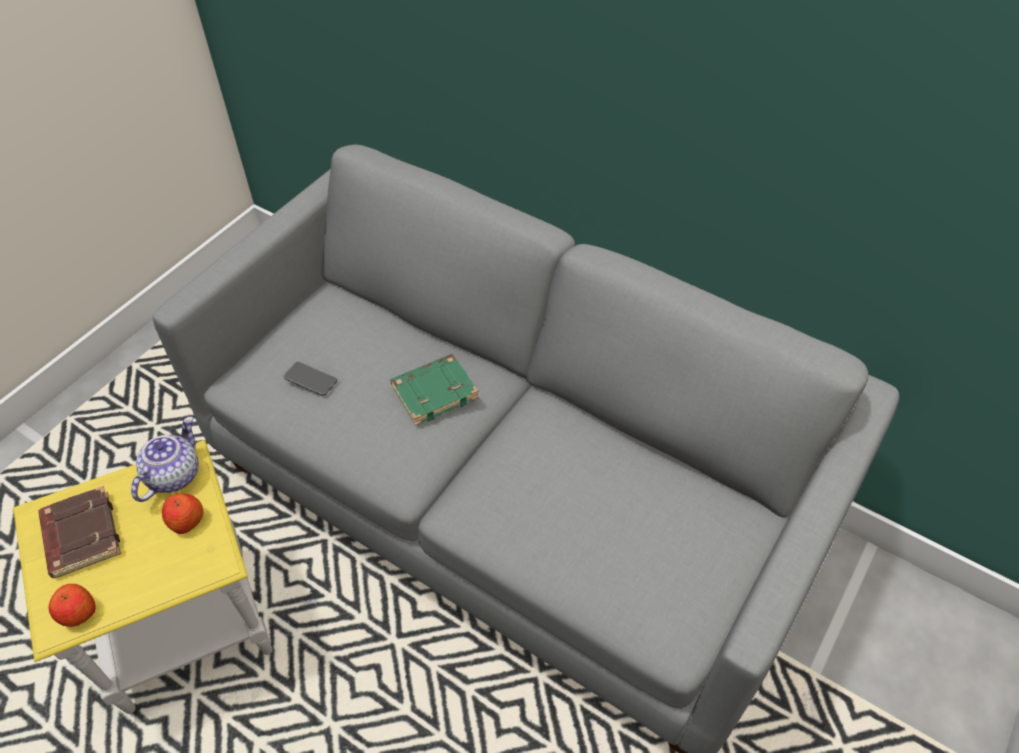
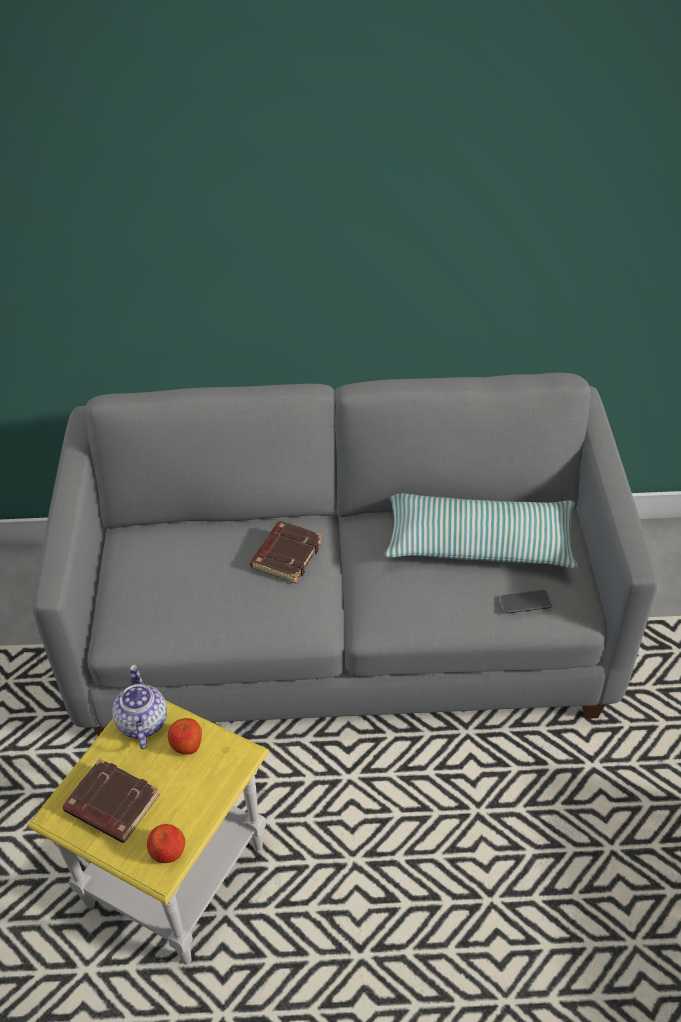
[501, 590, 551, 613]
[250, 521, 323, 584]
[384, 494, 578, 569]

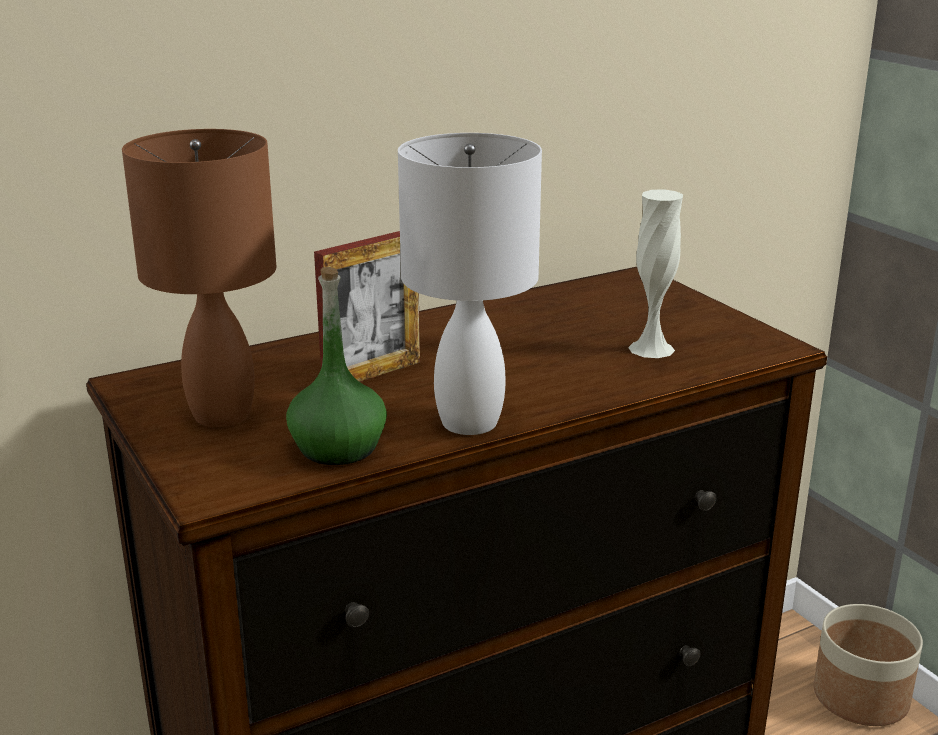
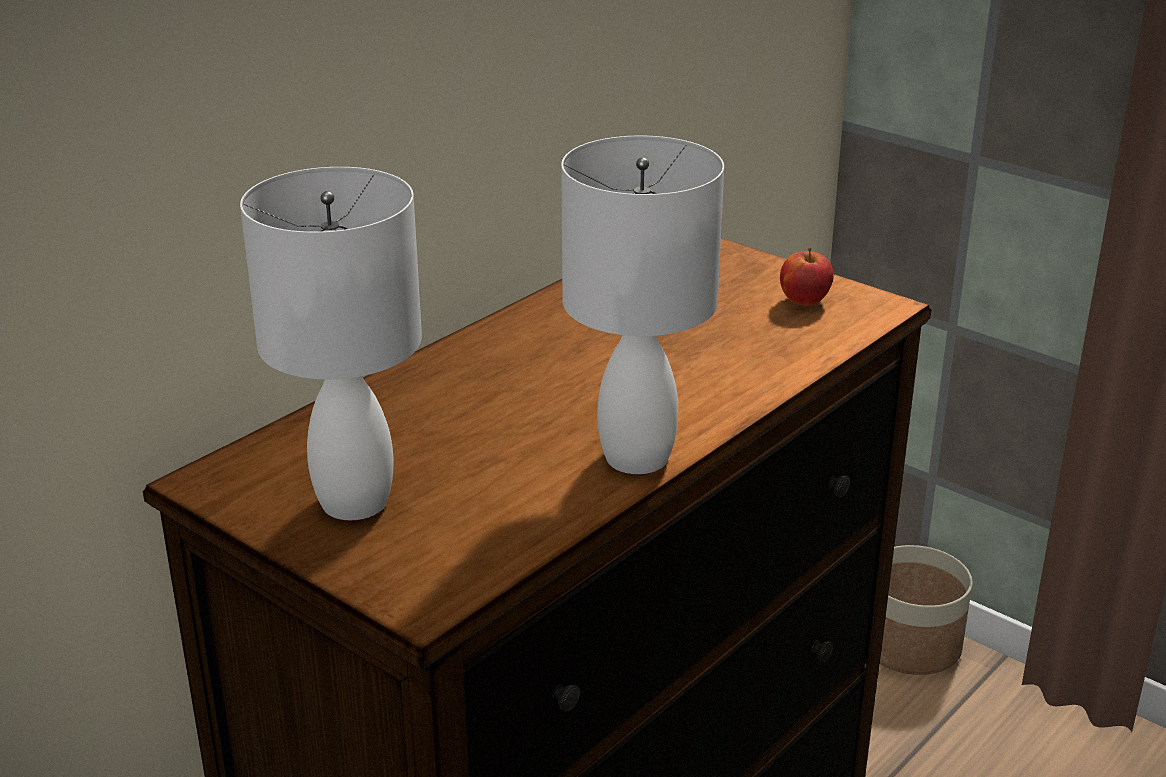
[240, 167, 422, 520]
[286, 267, 387, 465] (first image)
[314, 231, 420, 382] (first image)
[628, 189, 683, 358] (first image)
[780, 248, 834, 306]

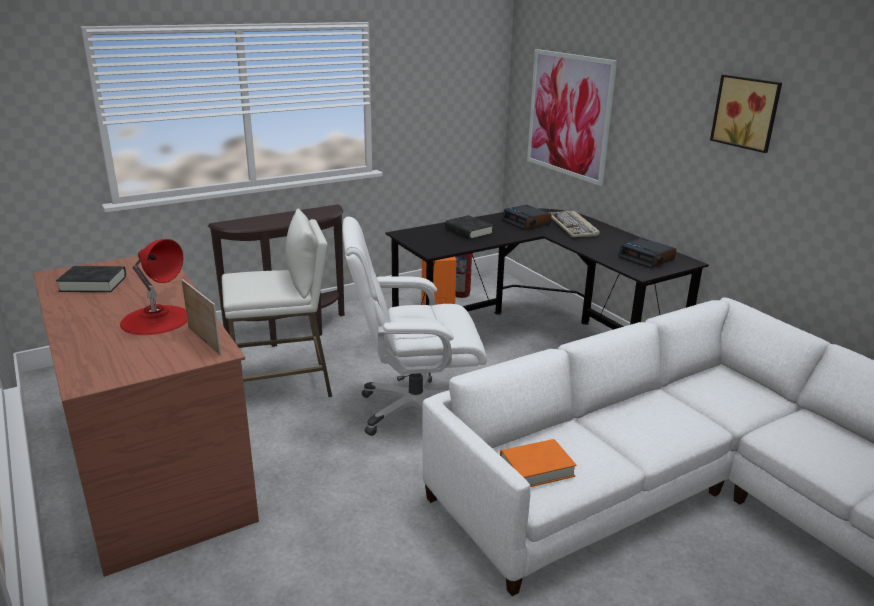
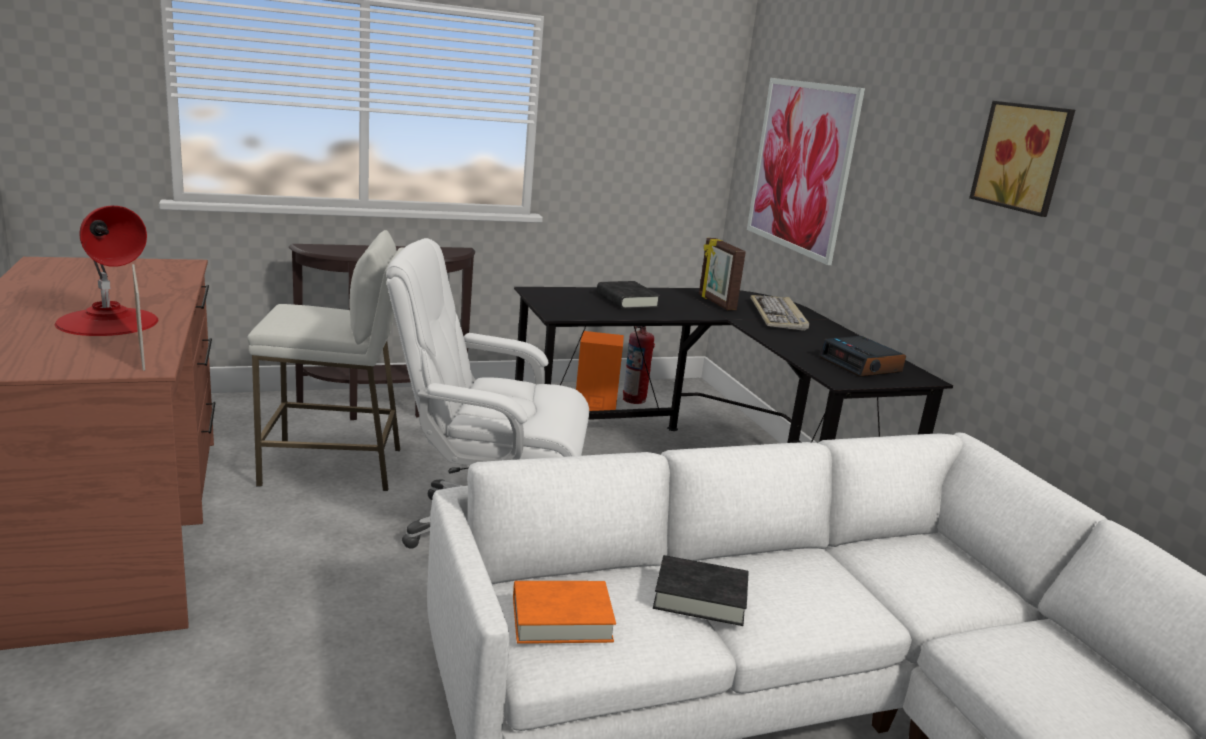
[653, 555, 749, 626]
[699, 238, 746, 310]

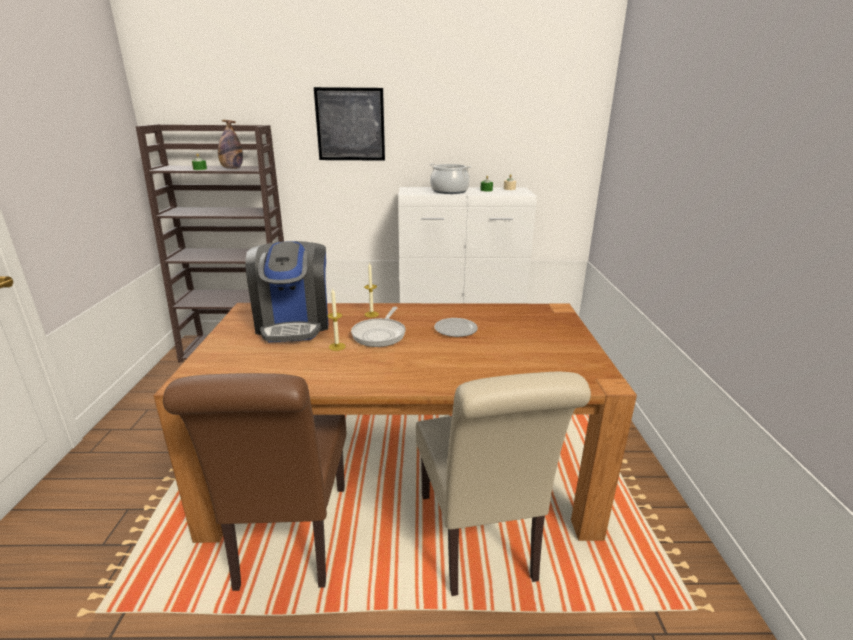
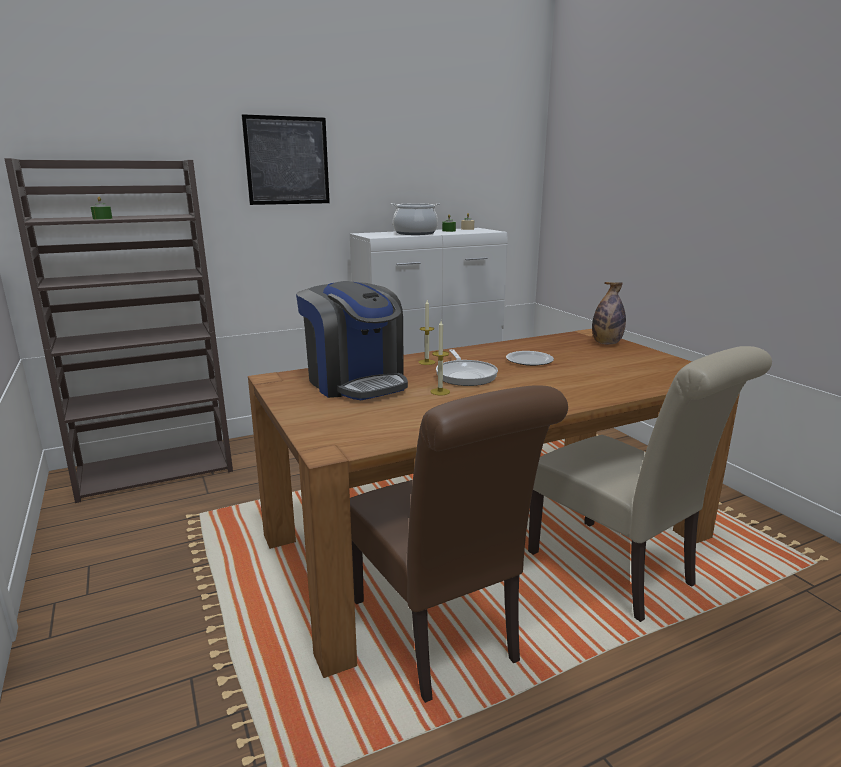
[592, 282, 626, 344]

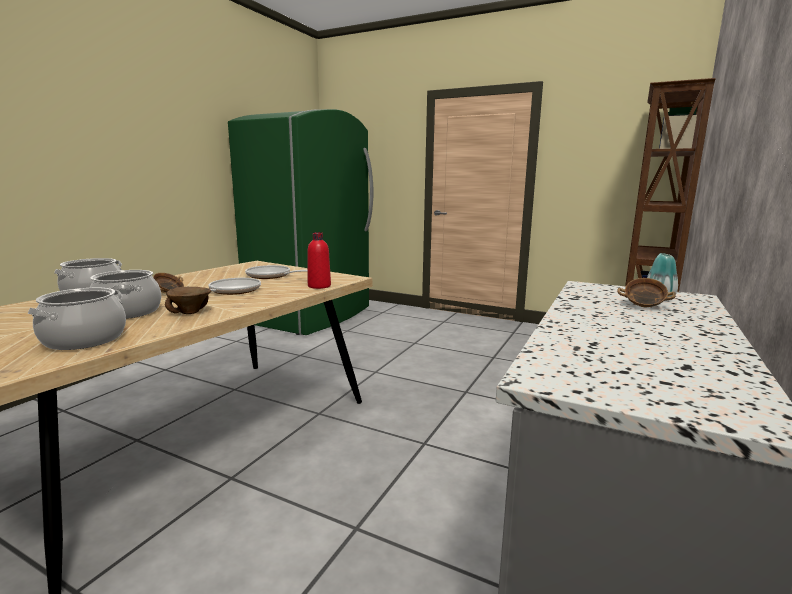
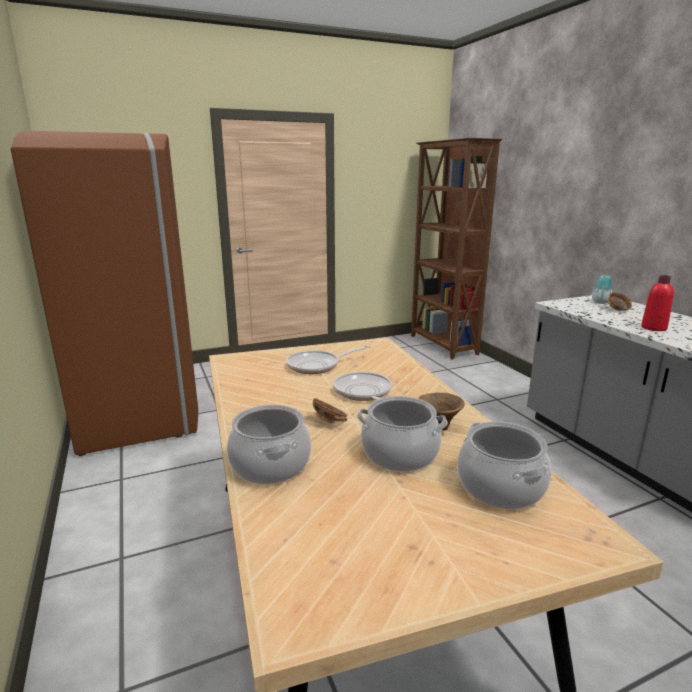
[11, 130, 198, 456]
[641, 275, 674, 331]

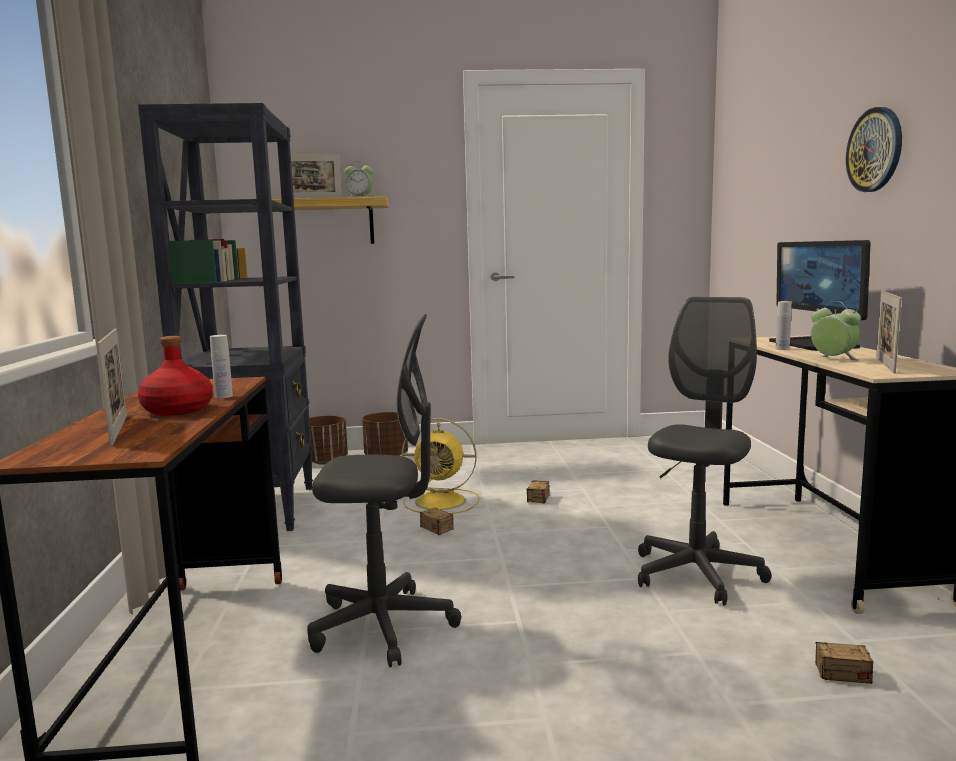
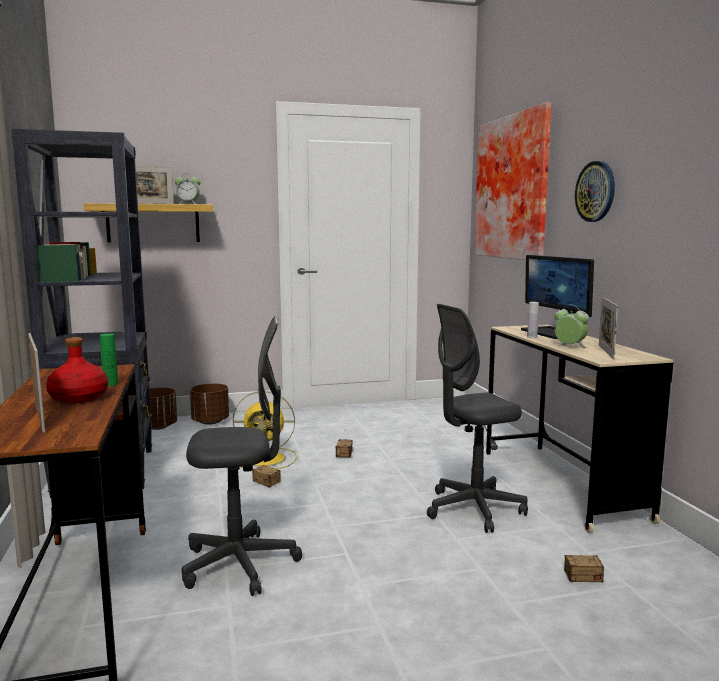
[100, 334, 118, 386]
[427, 304, 528, 533]
[474, 102, 552, 260]

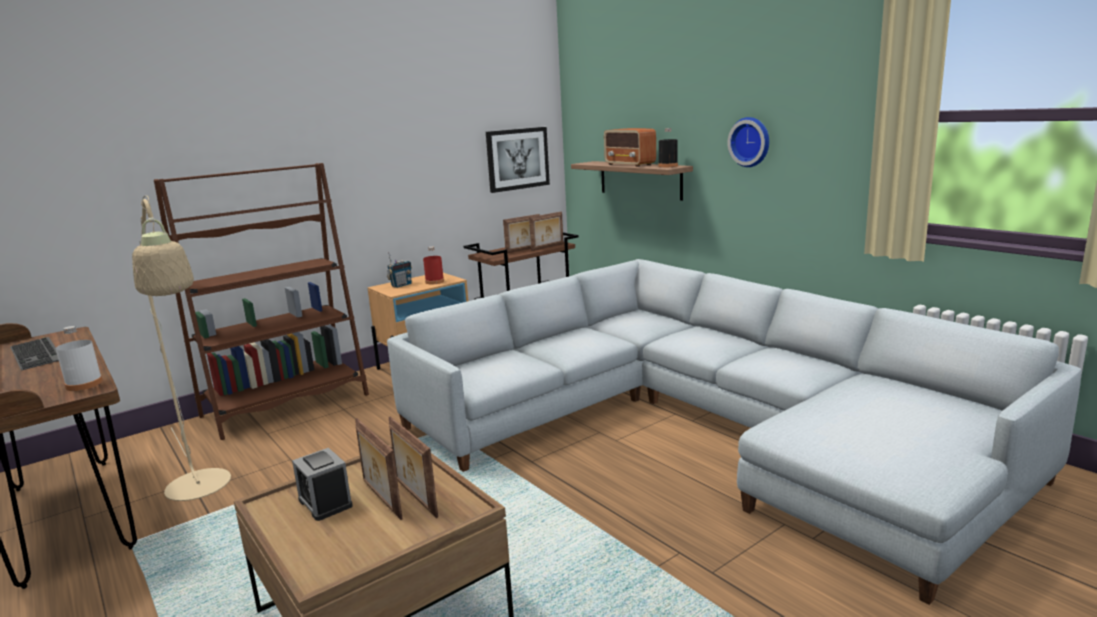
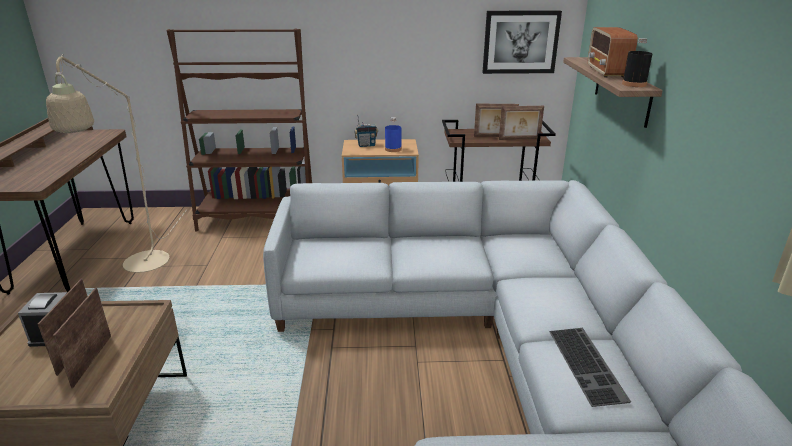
[549, 328, 631, 407]
[56, 326, 103, 391] (first image)
[385, 117, 402, 152]
[727, 117, 769, 167] (first image)

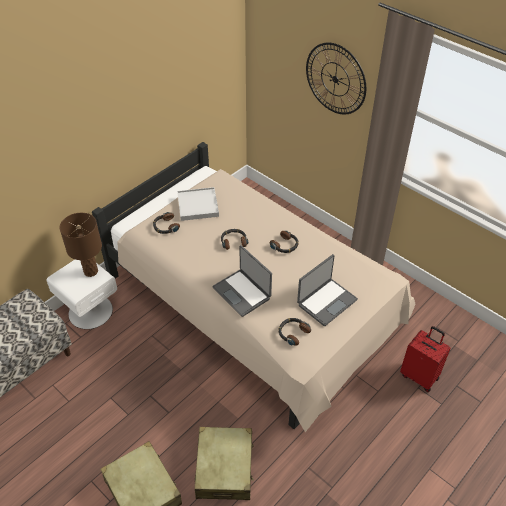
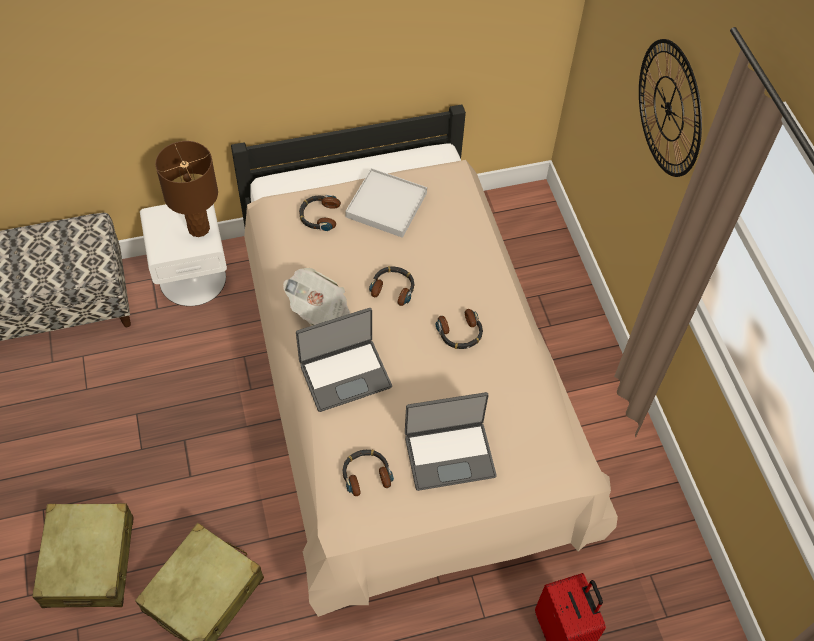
[296, 308, 392, 412]
[283, 268, 350, 326]

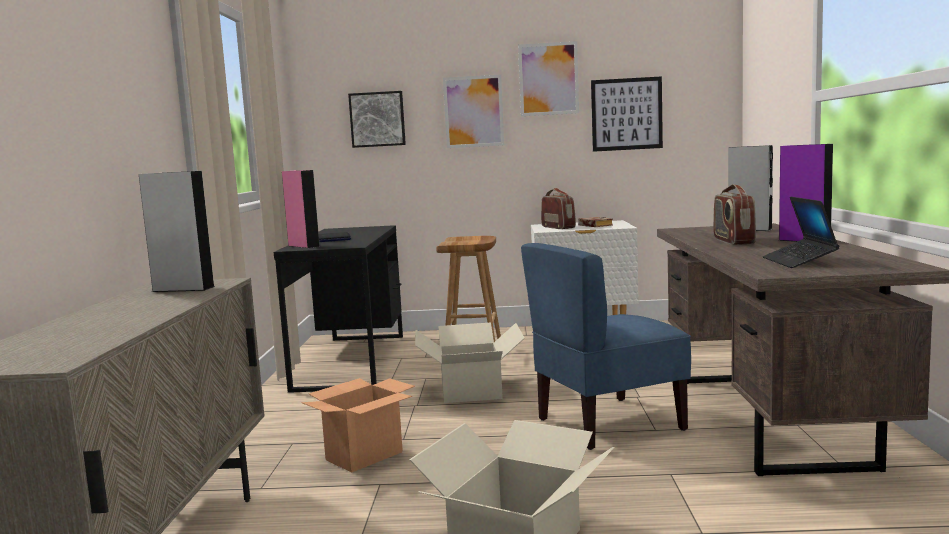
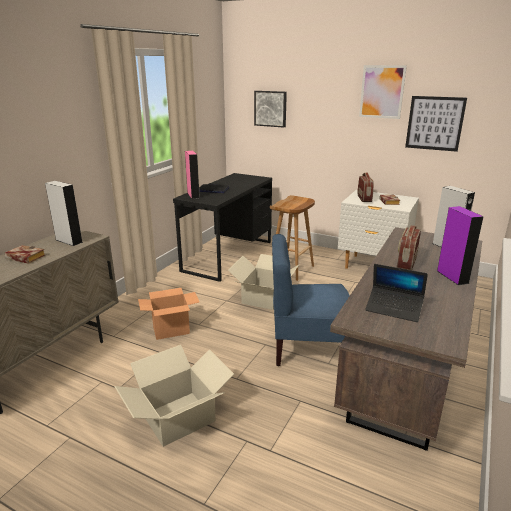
[443, 74, 504, 148] (first image)
[365, 264, 428, 322]
[5, 245, 45, 264]

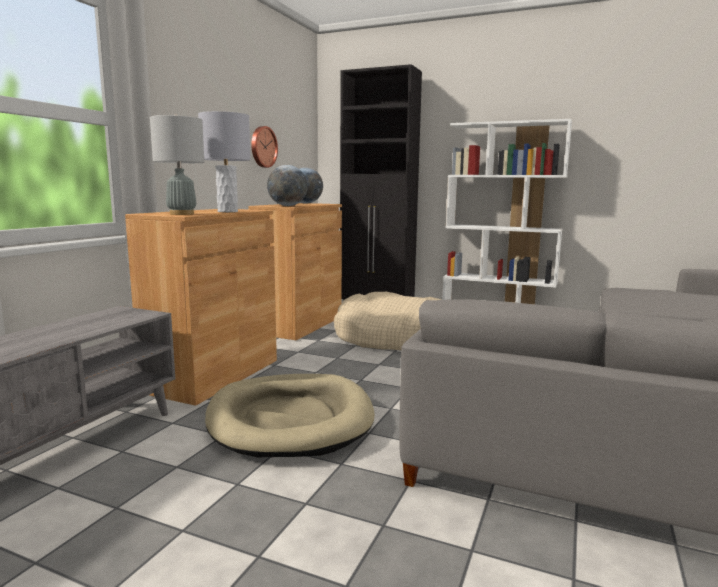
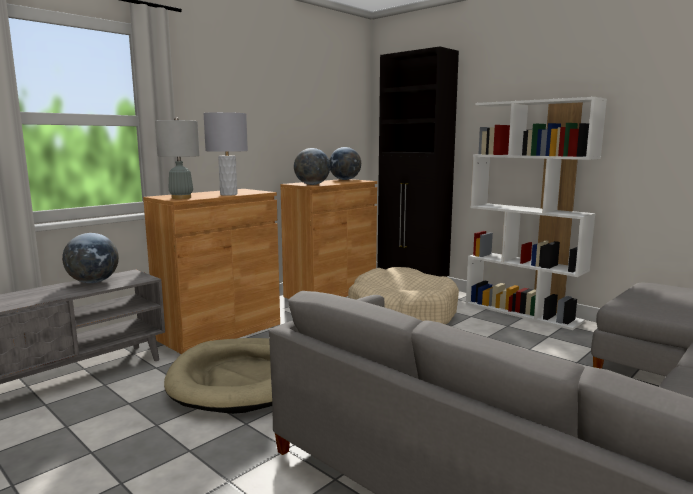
[251, 126, 278, 168] (first image)
[62, 233, 119, 283]

